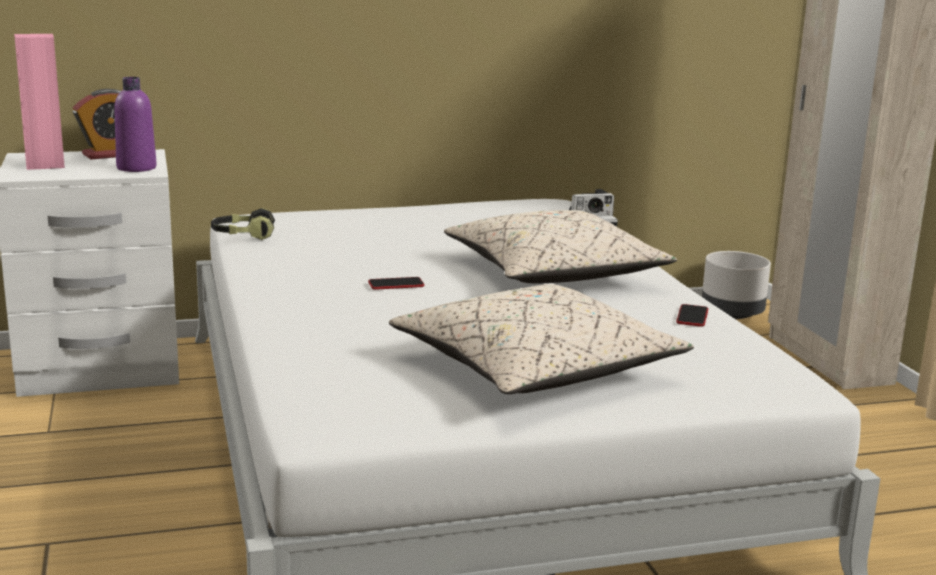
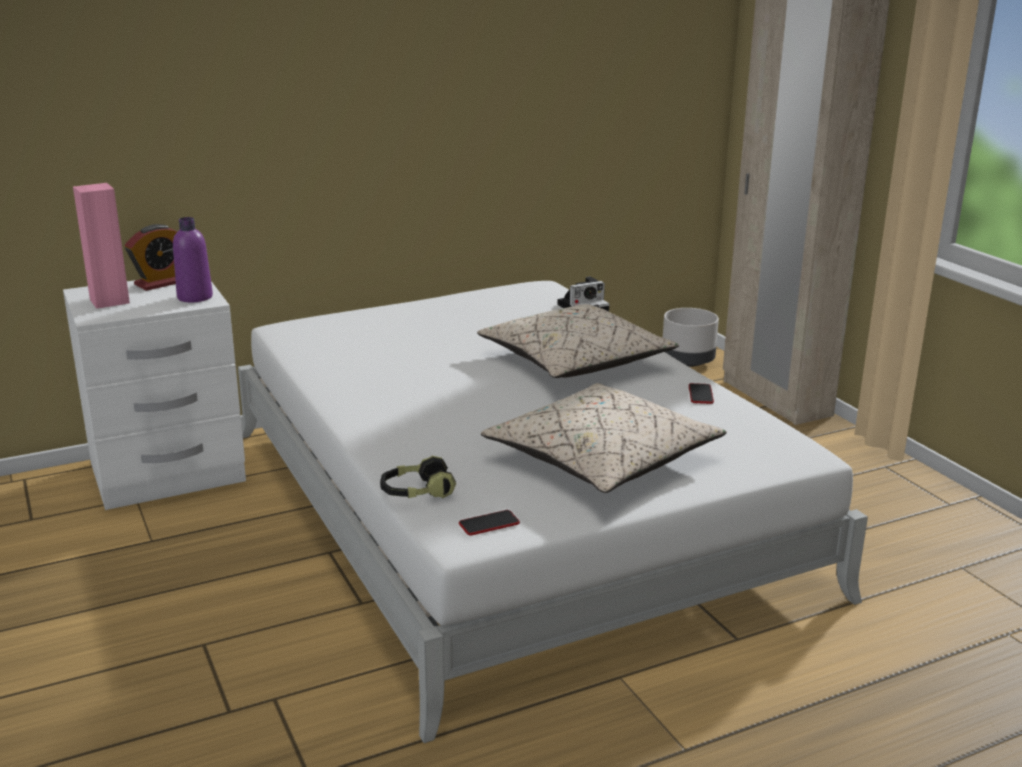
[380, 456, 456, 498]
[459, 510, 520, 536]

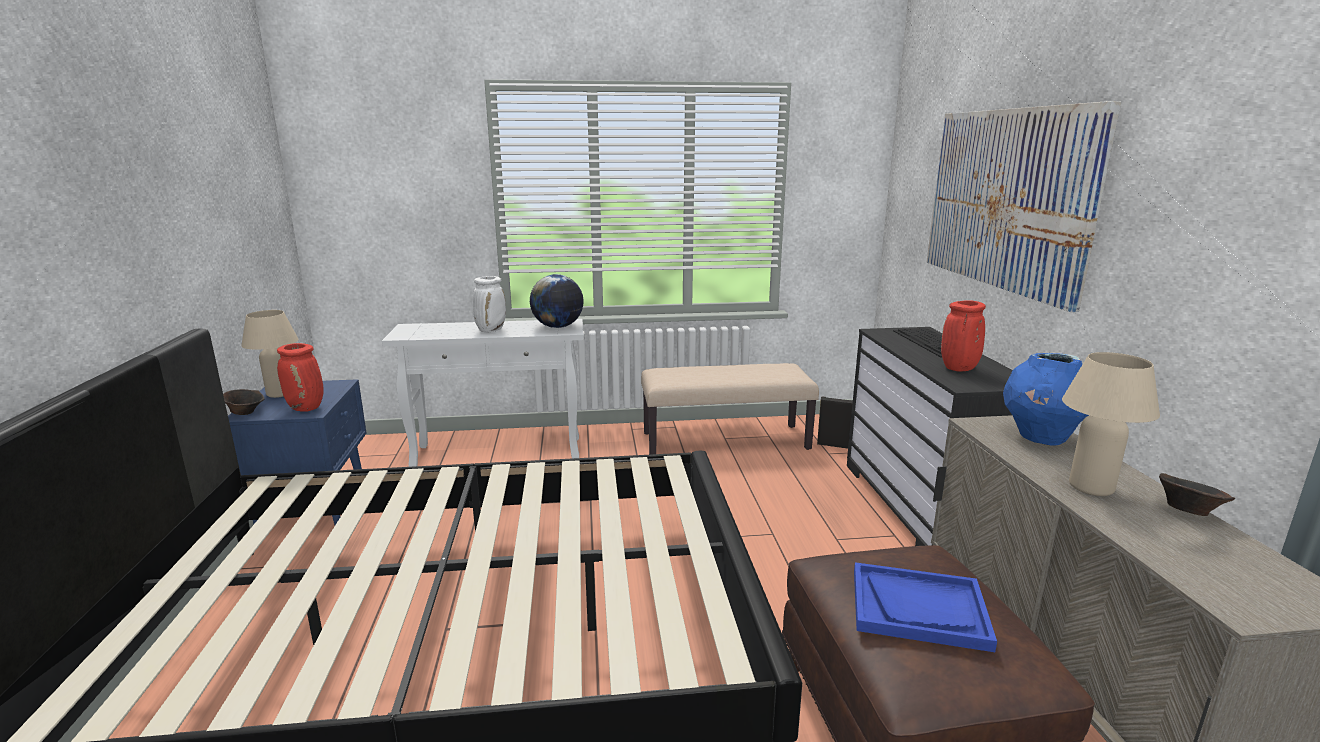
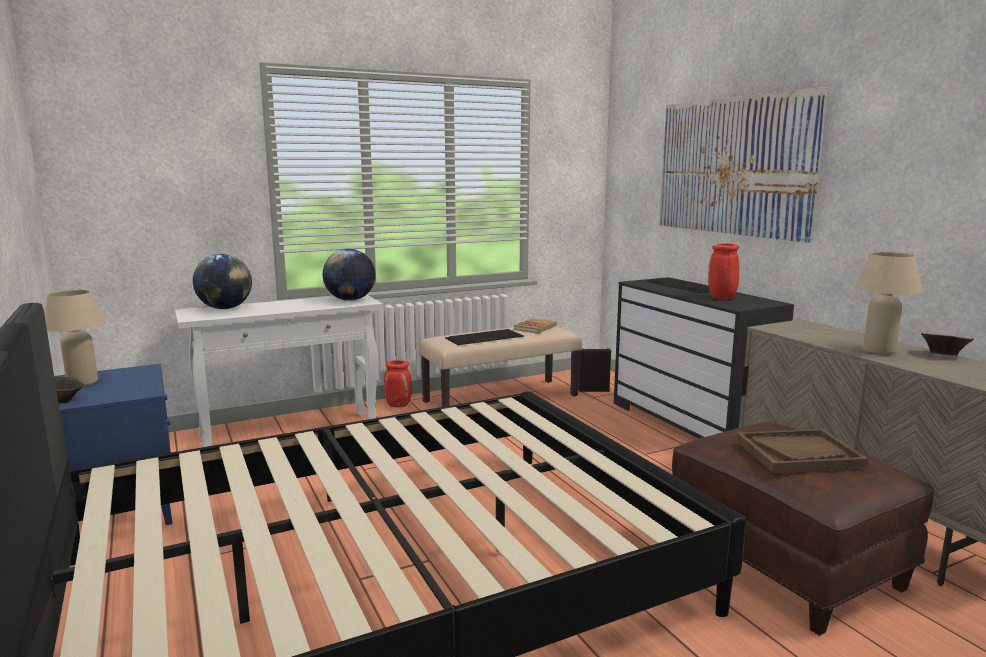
[384, 360, 412, 407]
[473, 276, 506, 332] (first image)
[736, 429, 868, 473]
[1003, 353, 1089, 446] (first image)
[193, 254, 252, 309]
[445, 329, 524, 345]
[514, 318, 557, 333]

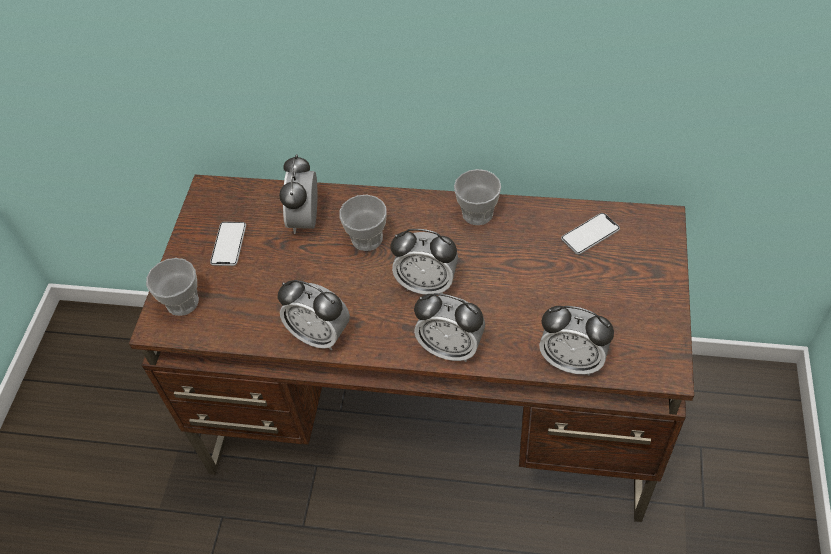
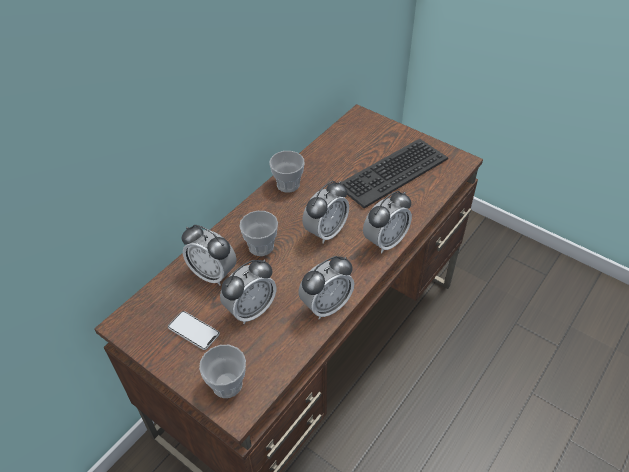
[220, 260, 276, 324]
[561, 213, 620, 254] (first image)
[341, 139, 448, 208]

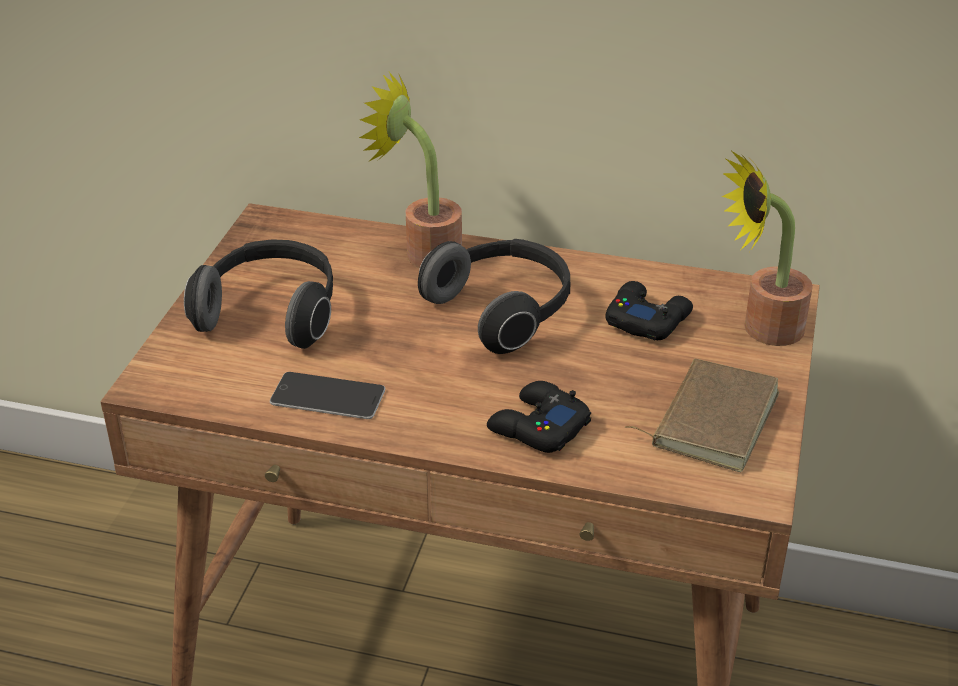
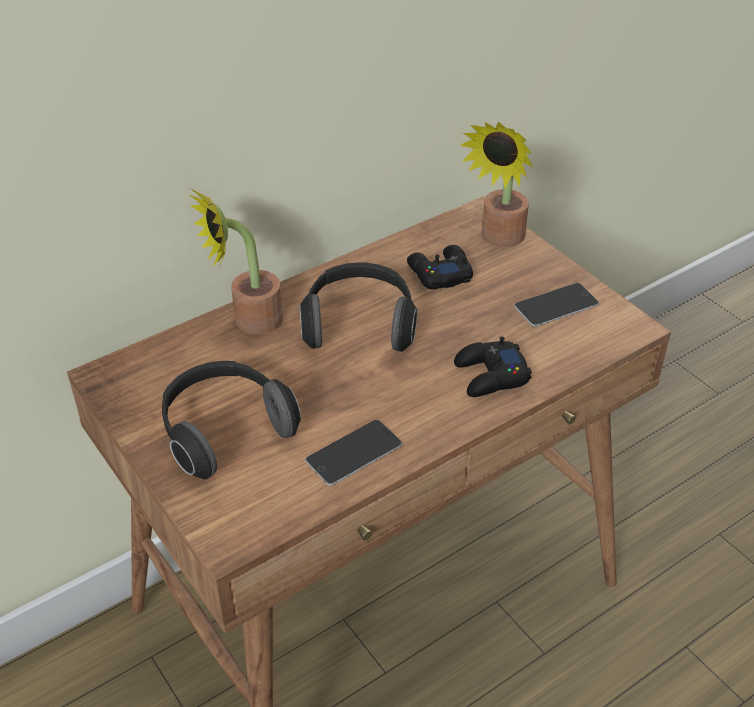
[514, 283, 599, 327]

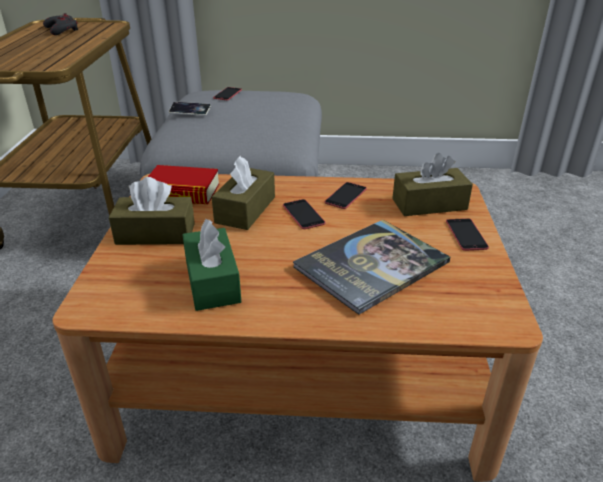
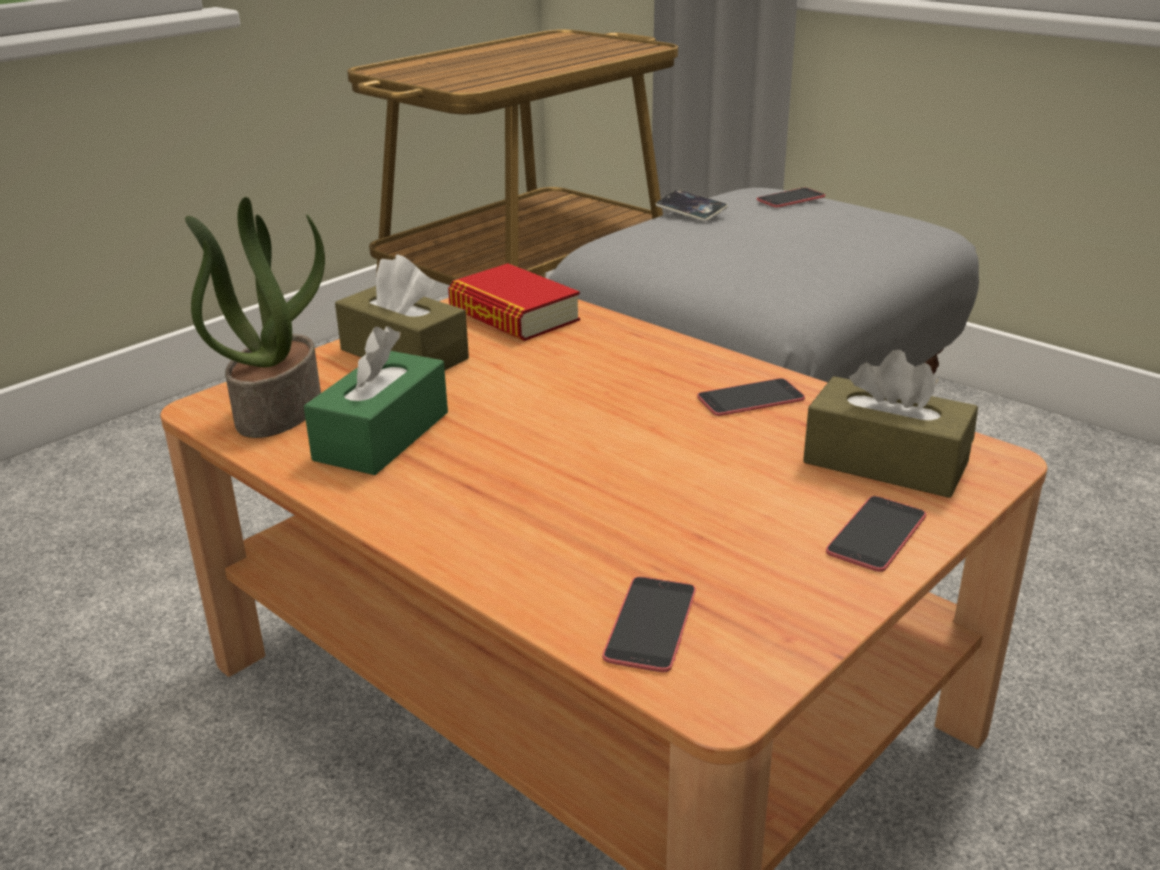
[43, 13, 78, 35] (first image)
[212, 156, 275, 230] (first image)
[602, 577, 696, 672]
[293, 220, 450, 315] (first image)
[185, 197, 325, 438]

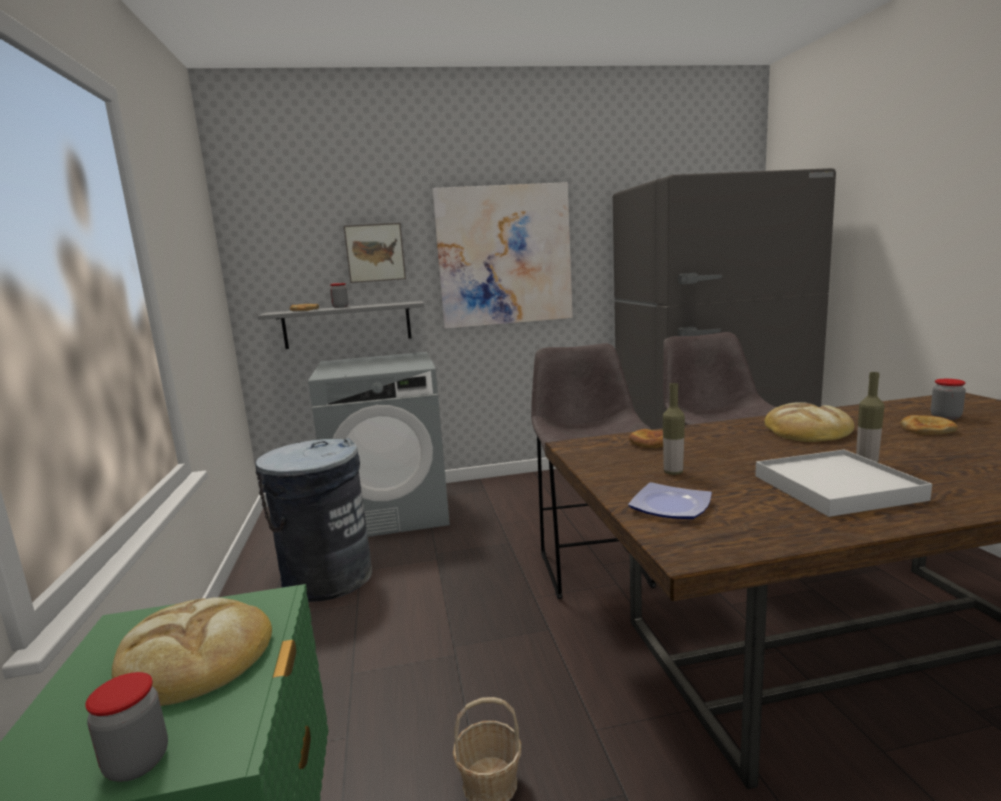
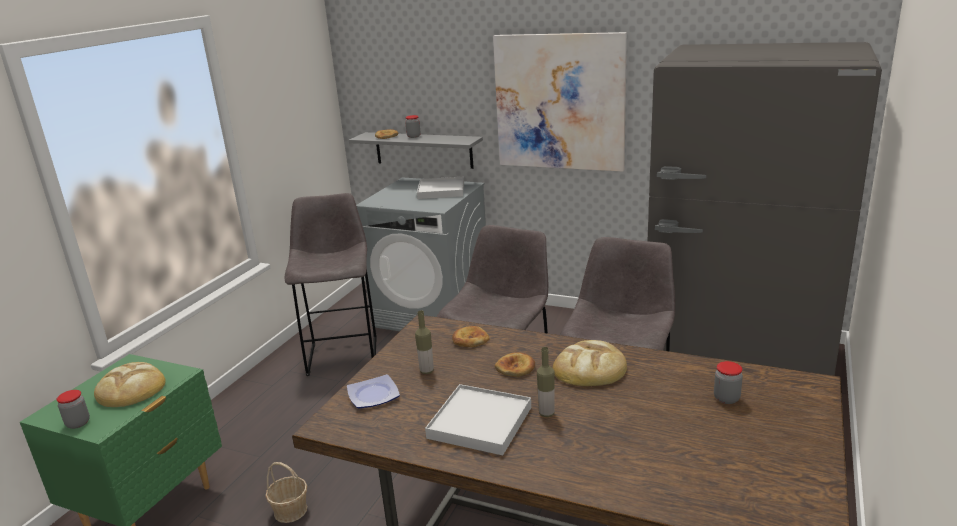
[285, 193, 377, 376]
[344, 223, 406, 283] (first image)
[495, 352, 535, 377]
[417, 177, 464, 199]

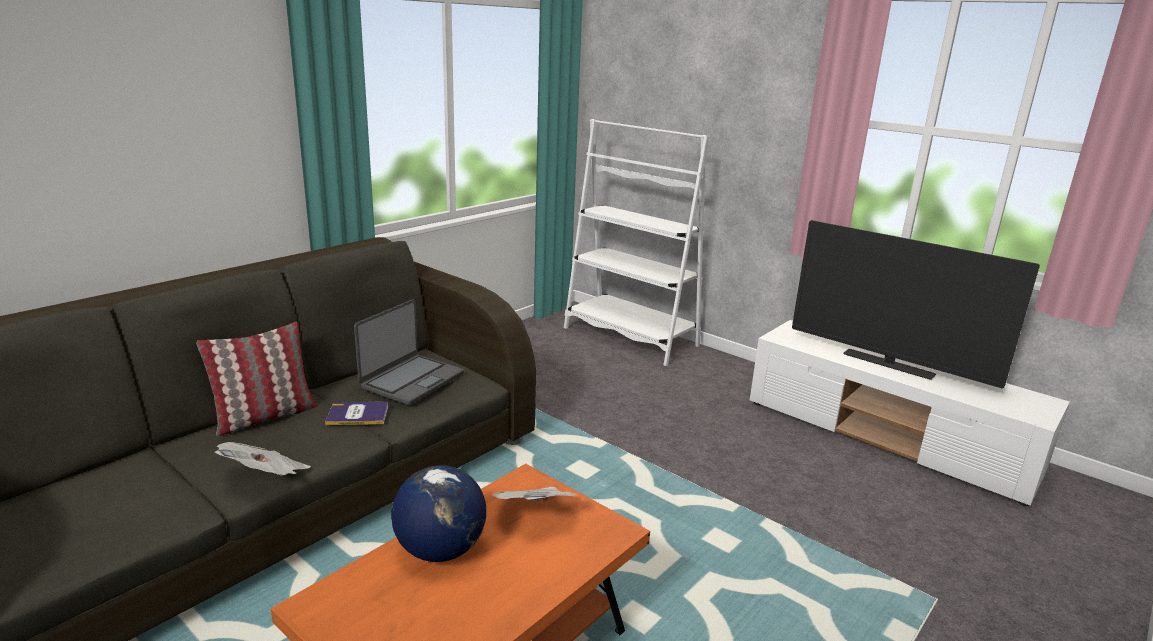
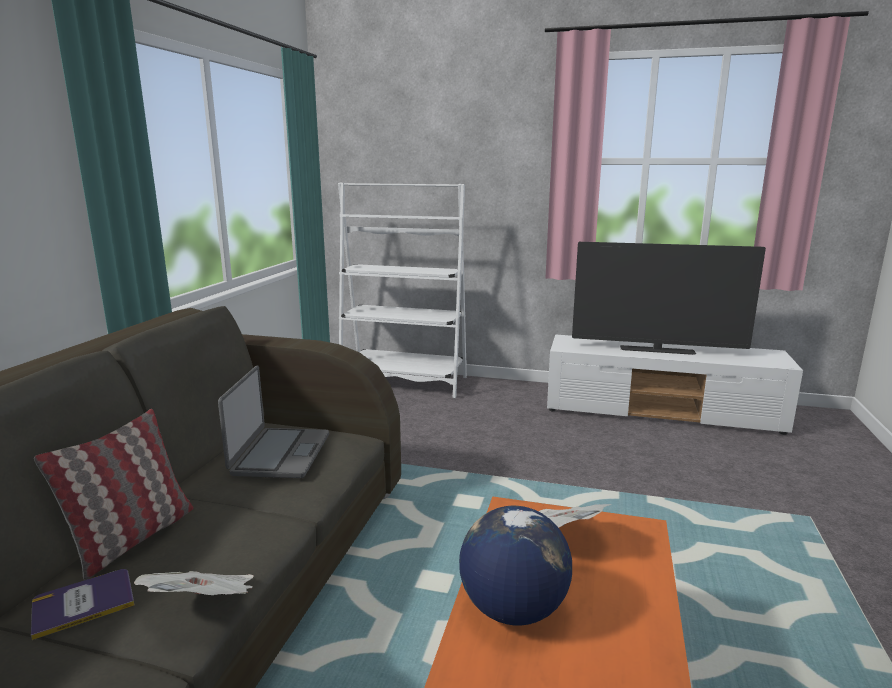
[31, 569, 135, 640]

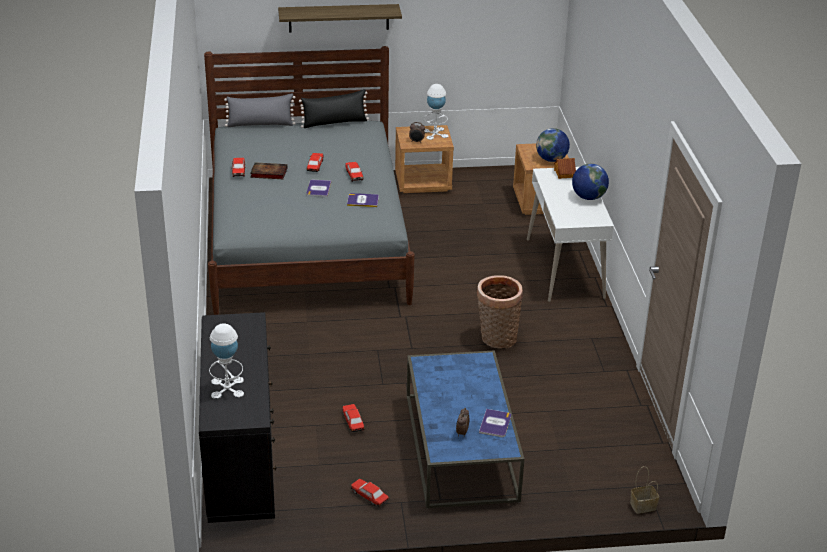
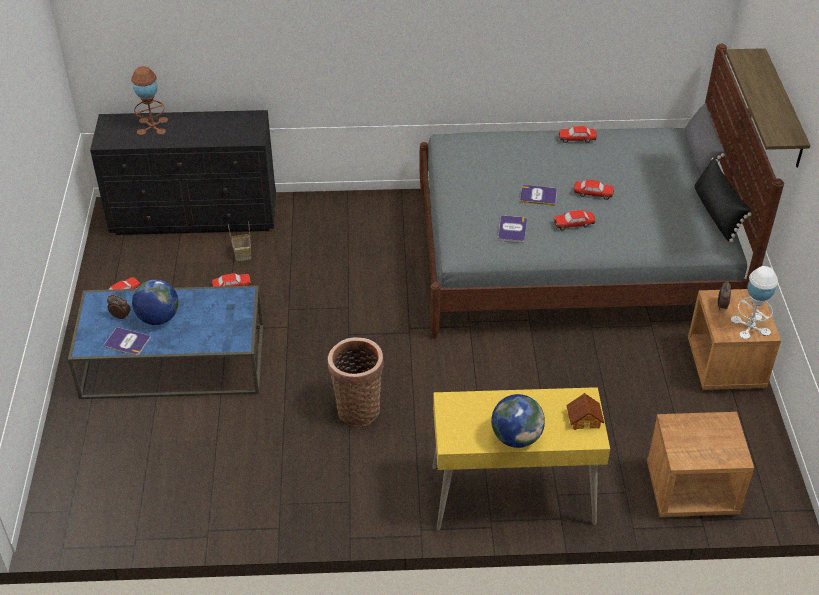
[131, 66, 168, 135]
[250, 162, 287, 179] (first image)
[432, 387, 610, 530]
[132, 280, 179, 325]
[228, 221, 251, 261]

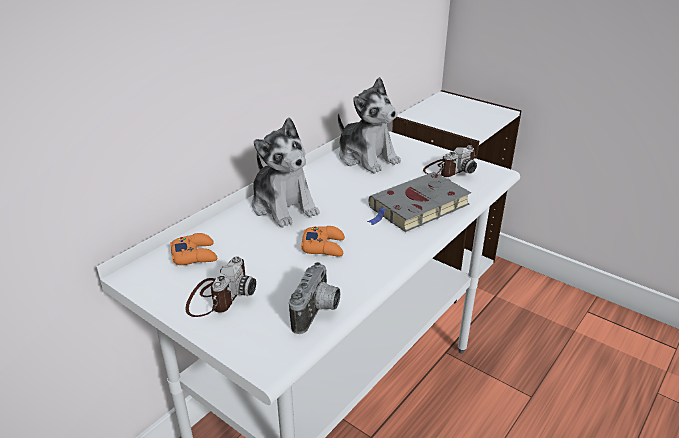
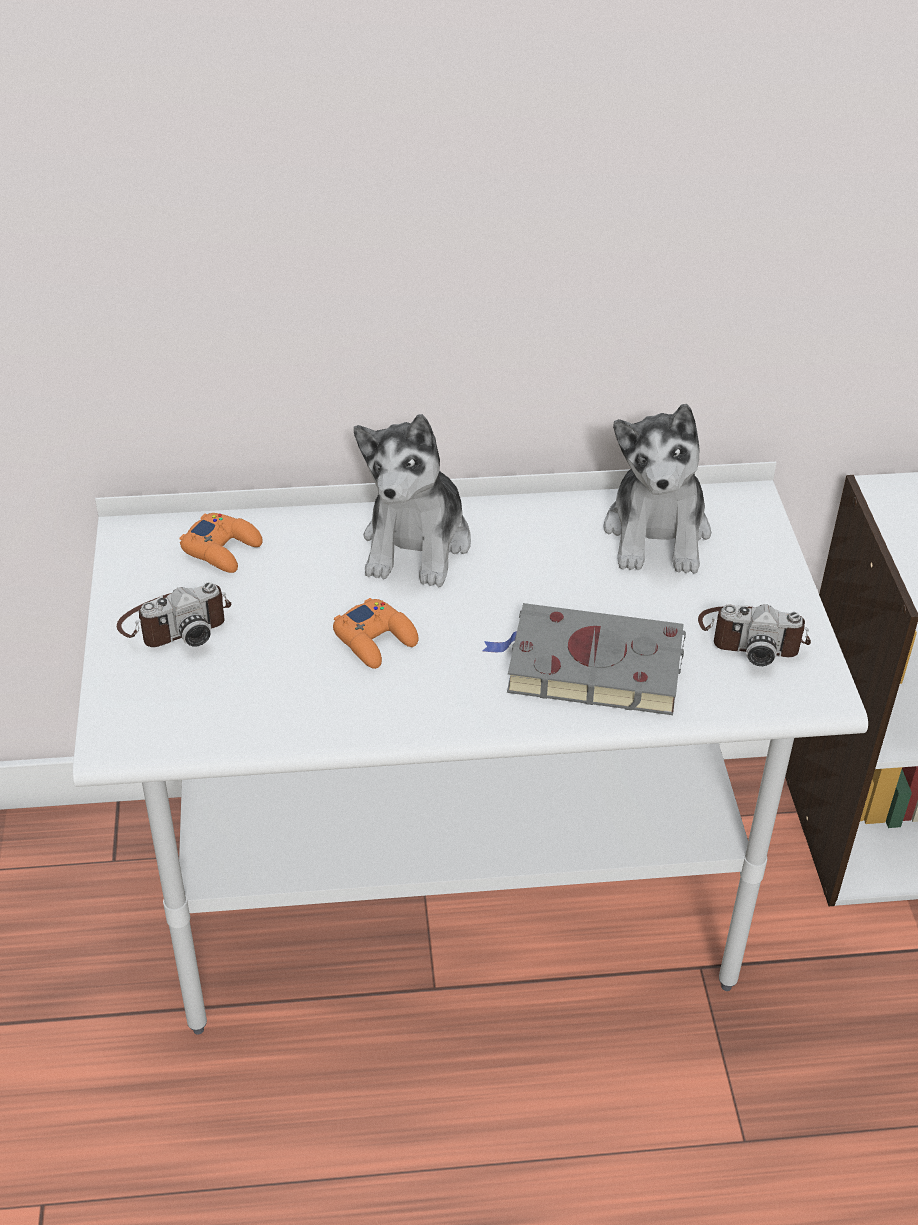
[289, 262, 340, 334] (first image)

